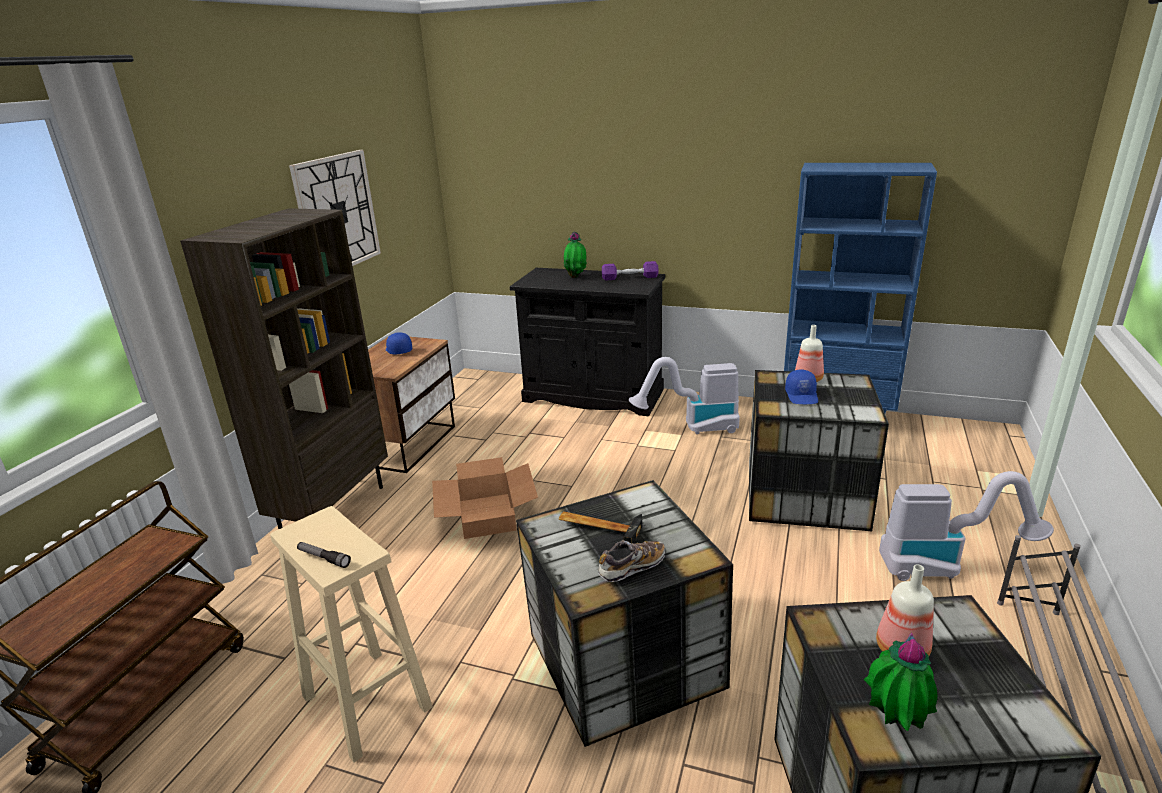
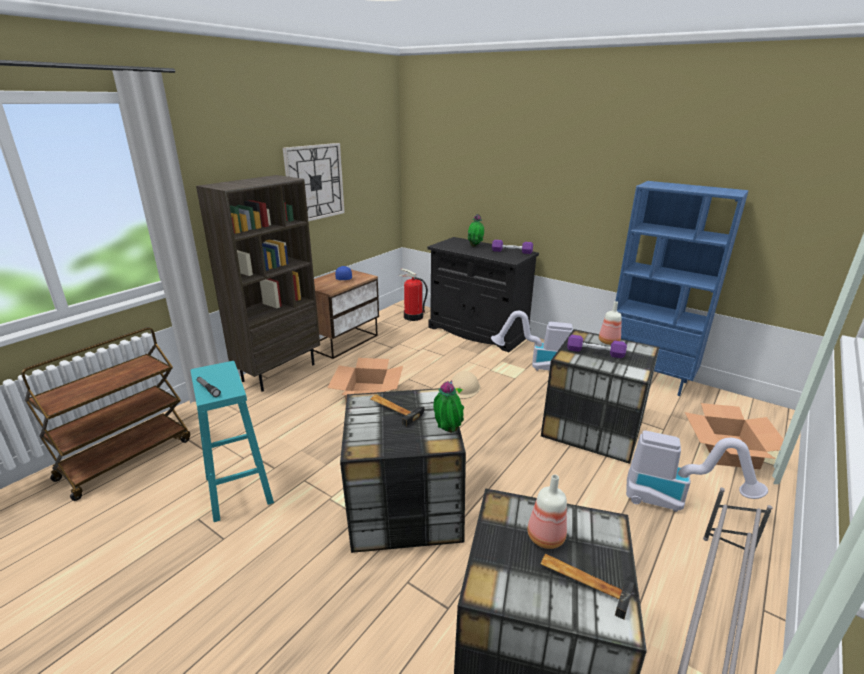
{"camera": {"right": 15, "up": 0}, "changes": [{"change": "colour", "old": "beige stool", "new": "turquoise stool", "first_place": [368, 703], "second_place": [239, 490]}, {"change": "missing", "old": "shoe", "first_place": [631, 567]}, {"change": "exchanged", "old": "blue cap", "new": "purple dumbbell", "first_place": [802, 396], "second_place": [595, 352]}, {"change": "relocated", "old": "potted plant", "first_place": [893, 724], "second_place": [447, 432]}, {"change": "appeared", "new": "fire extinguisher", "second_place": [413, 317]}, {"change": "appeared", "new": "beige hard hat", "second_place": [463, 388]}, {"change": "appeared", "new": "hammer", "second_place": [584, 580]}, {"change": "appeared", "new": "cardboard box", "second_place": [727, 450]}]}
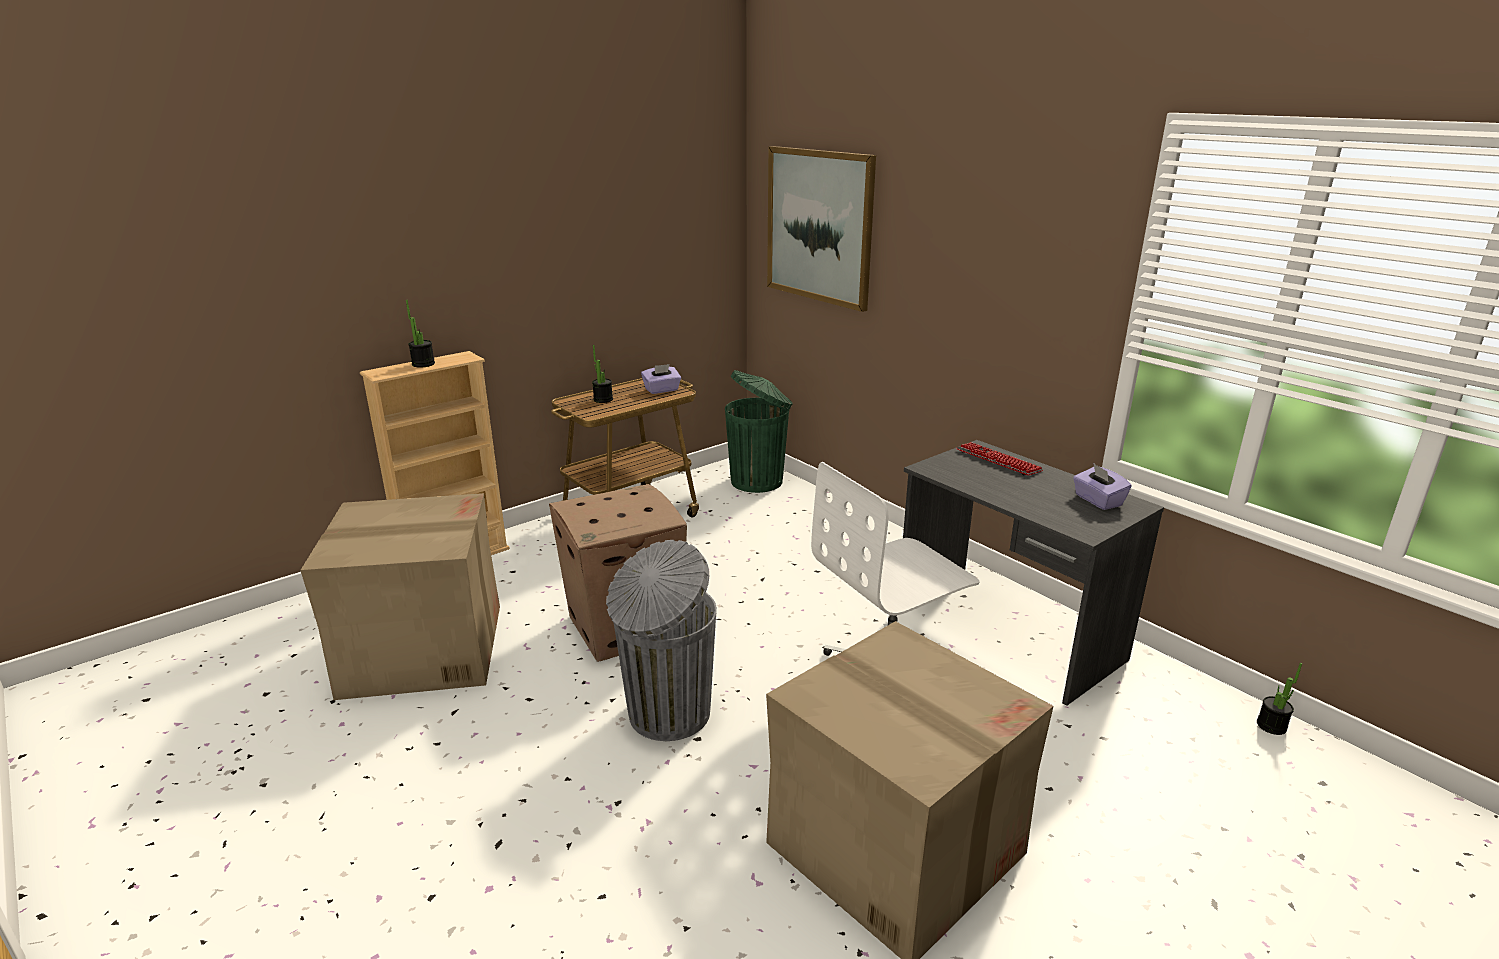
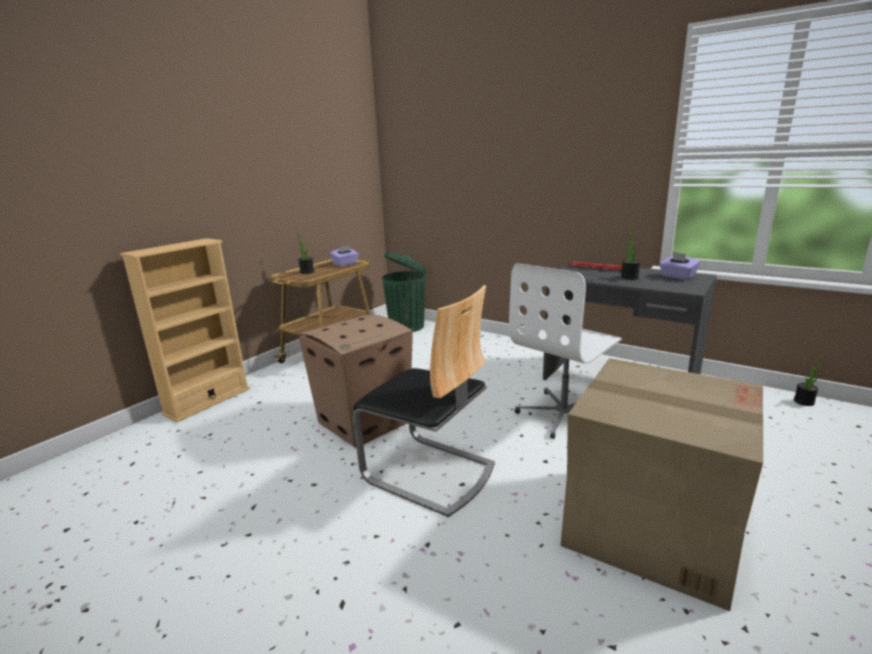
{"camera": {"right": -15, "up": -5}, "changes": [{"change": "missing", "old": "cardboard box", "first_place": [421, 649]}, {"change": "relocated", "old": "potted plant", "first_place": [423, 364], "second_place": [629, 277]}, {"change": "exchanged", "old": "grey trash can", "new": "chair", "first_place": [667, 714], "second_place": [429, 472]}, {"change": "missing", "old": "picture", "first_place": [819, 226]}]}
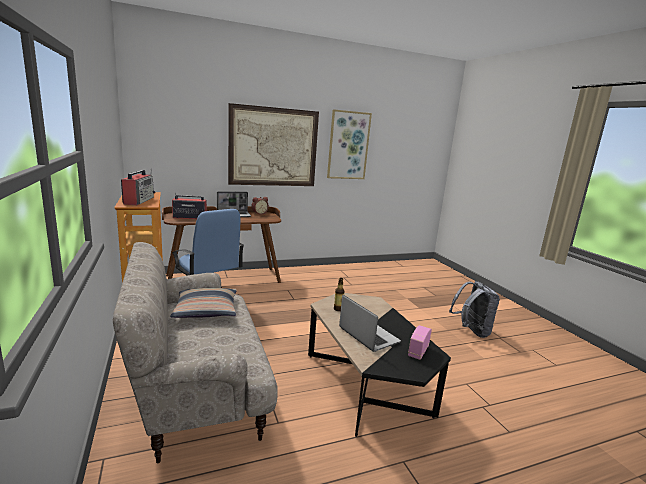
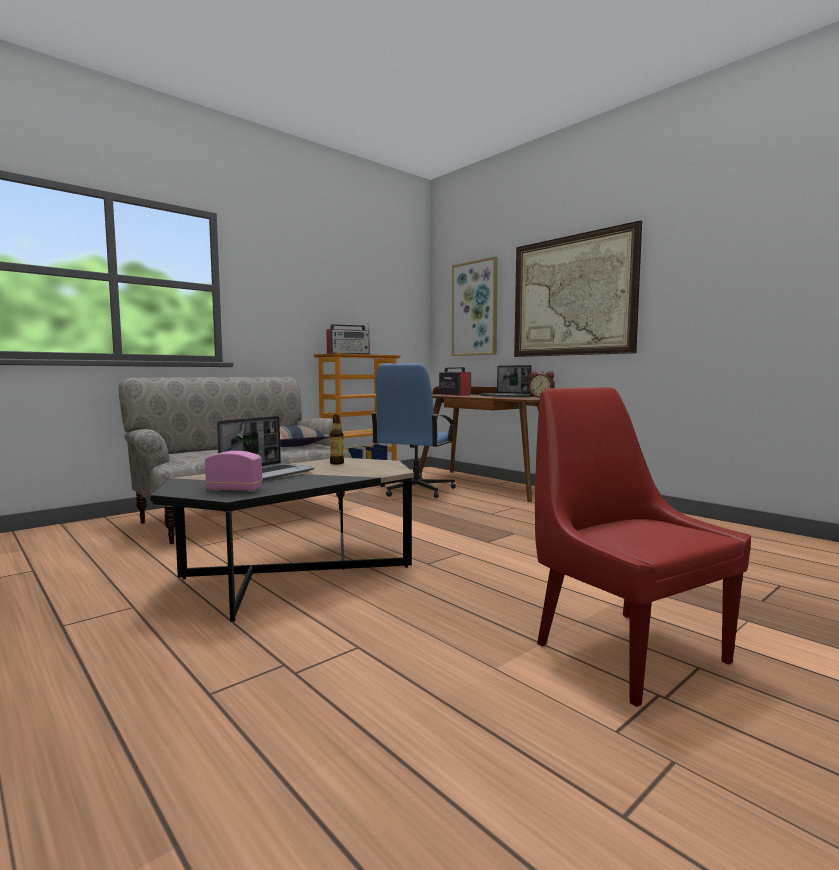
{"camera": {"right": 70, "up": -10}, "changes": [{"change": "relocated", "old": "picture", "first_place": [348, 145], "second_place": [475, 308]}, {"change": "exchanged", "old": "grey backpack", "new": "red chair", "first_place": [471, 331], "second_place": [624, 650]}]}
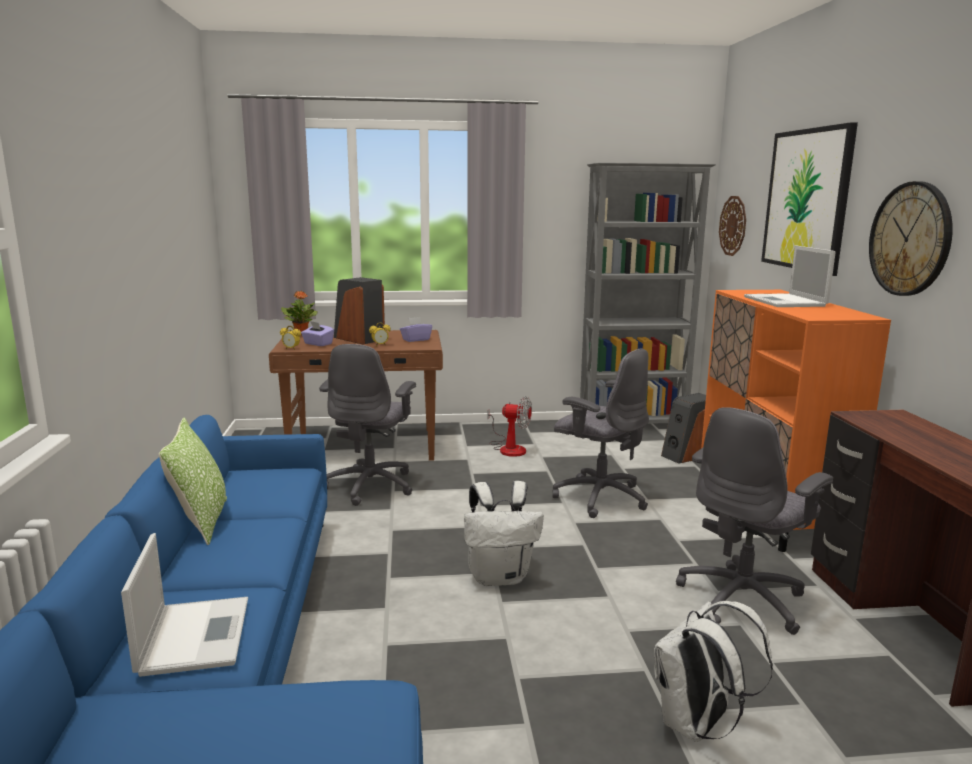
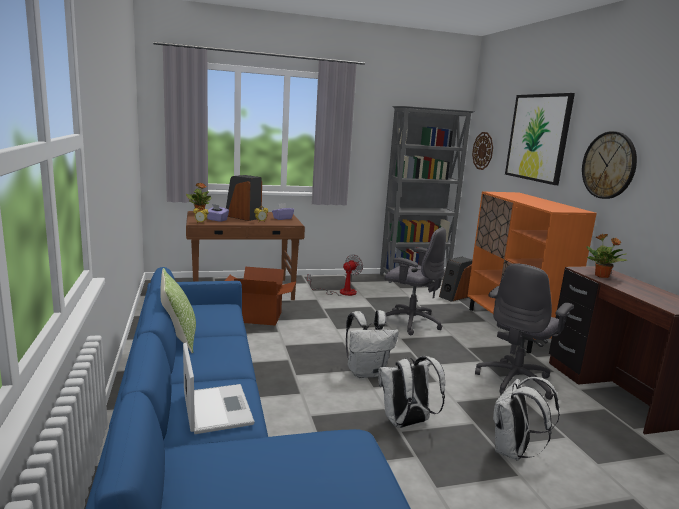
{"camera": {"right": -10, "up": 0}, "changes": [{"change": "exchanged", "old": "grey office chair", "new": "cardboard box", "first_place": [371, 486], "second_place": [259, 317]}, {"change": "spun", "old": "fan", "first_place": [509, 448], "second_place": [341, 292], "degrees": -60}, {"change": "missing", "old": "laptop", "first_place": [785, 302]}, {"change": "appeared", "new": "white backpack", "second_place": [406, 423]}, {"change": "appeared", "new": "potted plant", "second_place": [602, 276]}]}
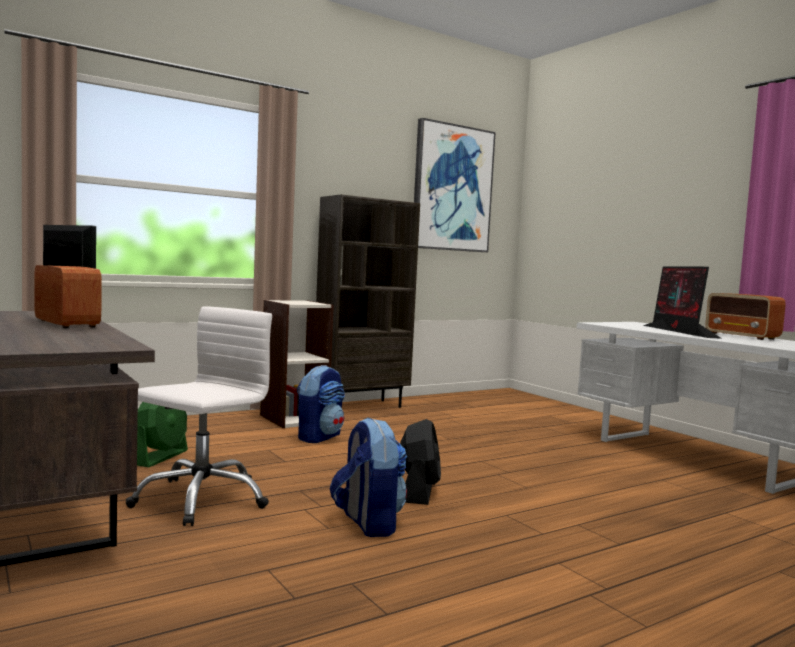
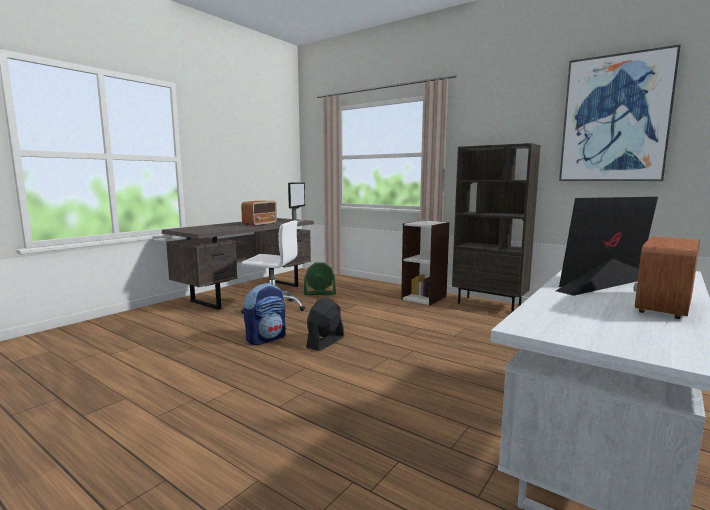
{"camera": {"right": 70, "up": 5}, "changes": [{"change": "missing", "old": "backpack", "first_place": [319, 437]}, {"change": "spun", "old": "black fan", "first_place": [419, 491], "second_place": [325, 342], "degrees": 135}]}
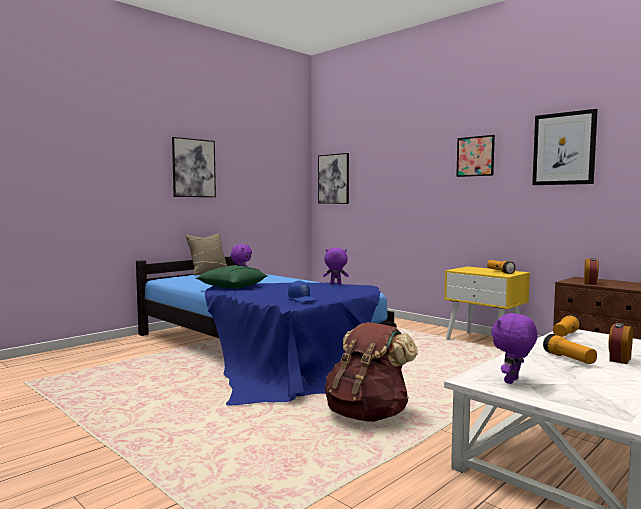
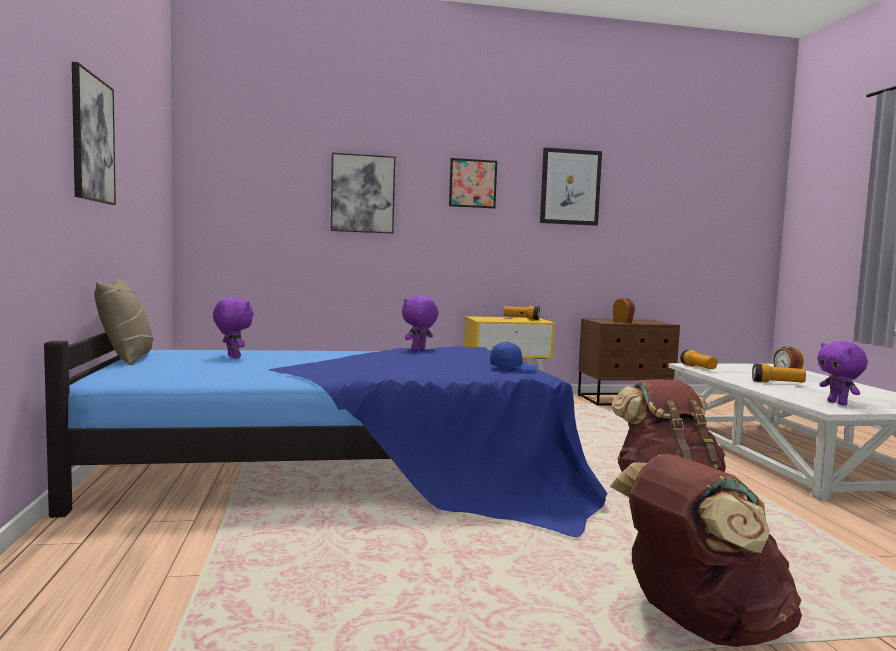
{"camera": {"right": -55, "up": 0}, "changes": [{"change": "missing", "old": "green pillow", "first_place": [232, 287]}, {"change": "relocated", "old": "picture", "first_place": [333, 179], "second_place": [362, 193]}, {"change": "appeared", "new": "brown backpack", "second_place": [699, 626]}]}
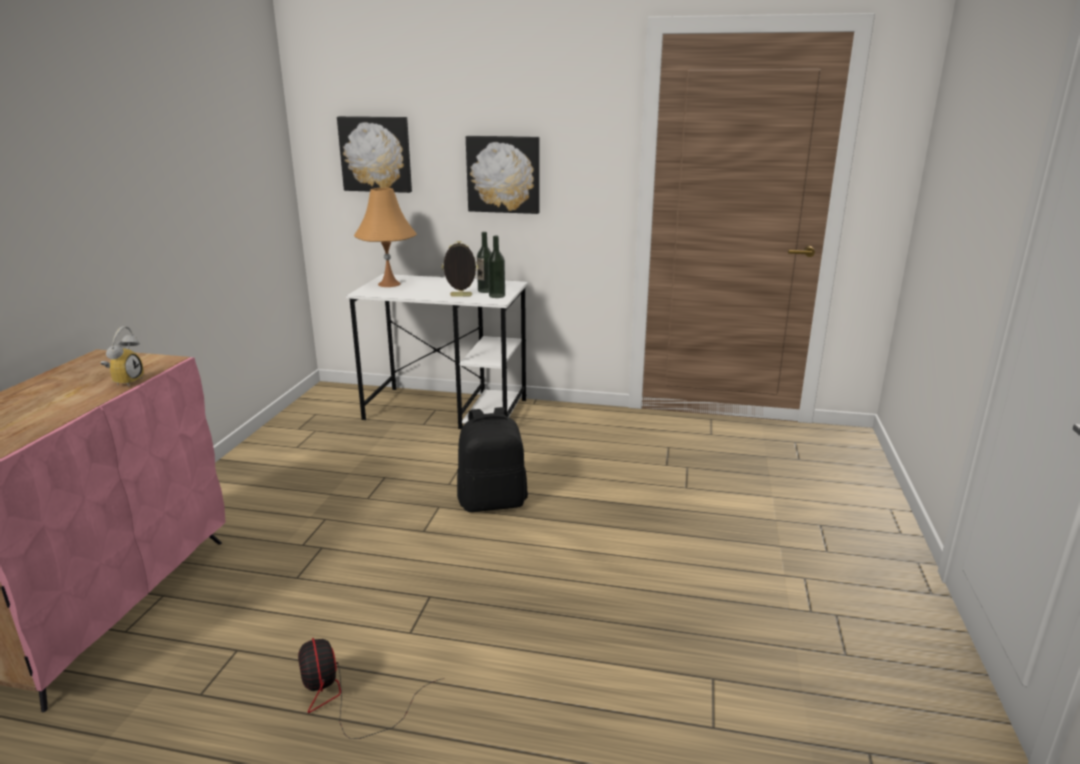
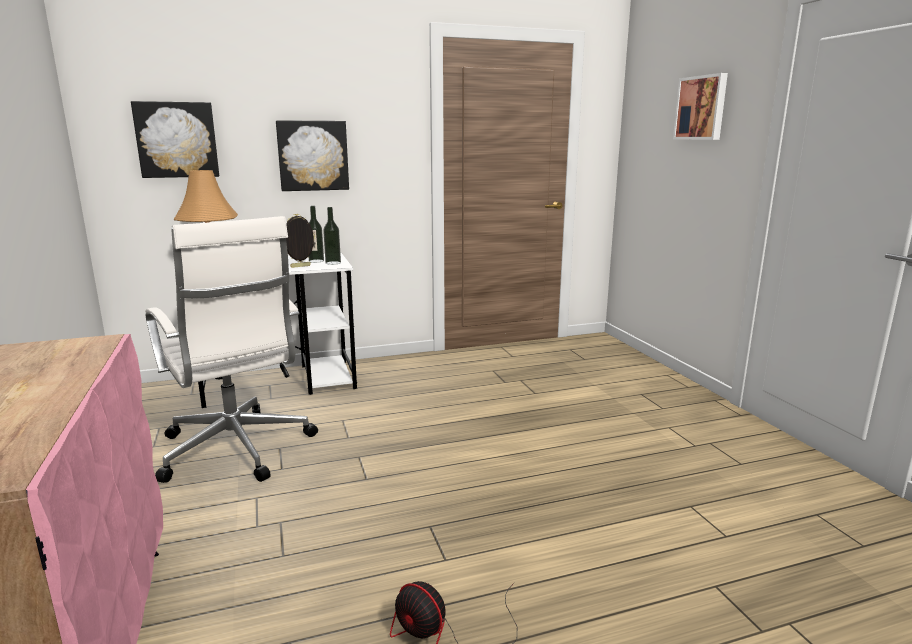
{"camera": {"right": -30, "up": -5}, "changes": [{"change": "missing", "old": "alarm clock", "first_place": [125, 381]}, {"change": "missing", "old": "black backpack", "first_place": [493, 502]}, {"change": "appeared", "new": "white office chair", "second_place": [236, 450]}, {"change": "appeared", "new": "picture", "second_place": [701, 108]}]}
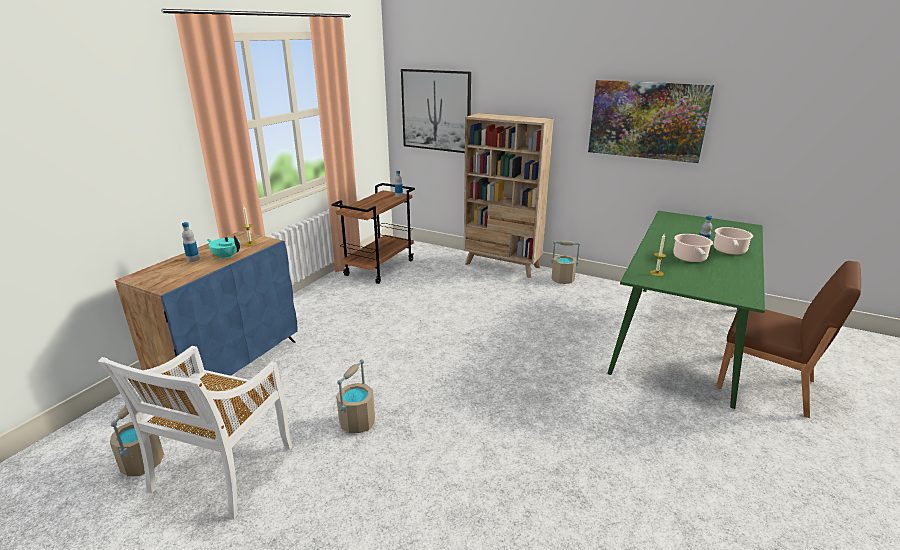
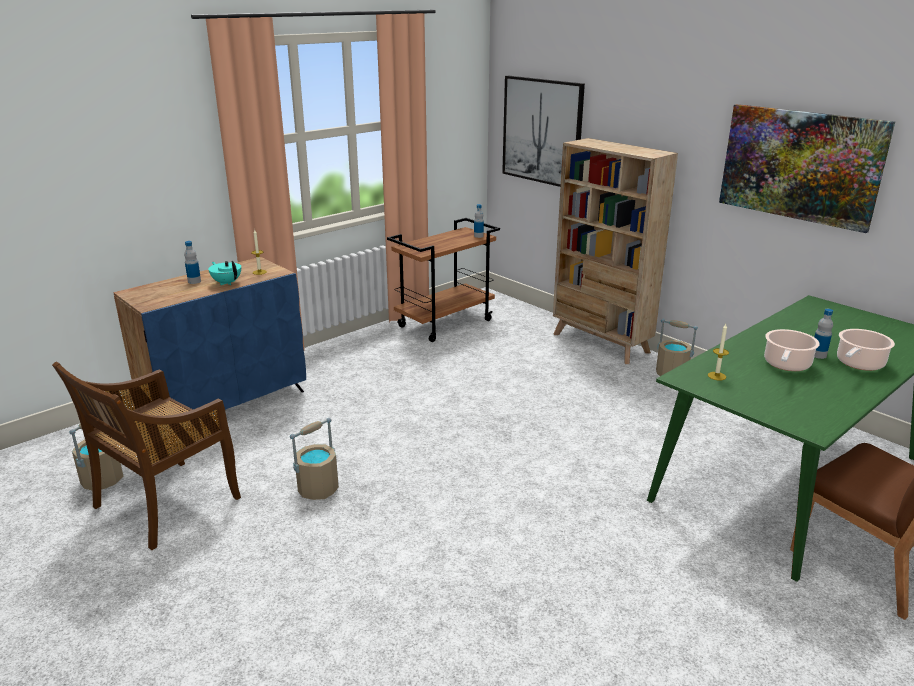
{"camera": {"right": 20, "up": 0}, "changes": [{"change": "colour", "old": "white chair", "new": "brown chair", "first_place": [222, 470], "second_place": [165, 504]}]}
